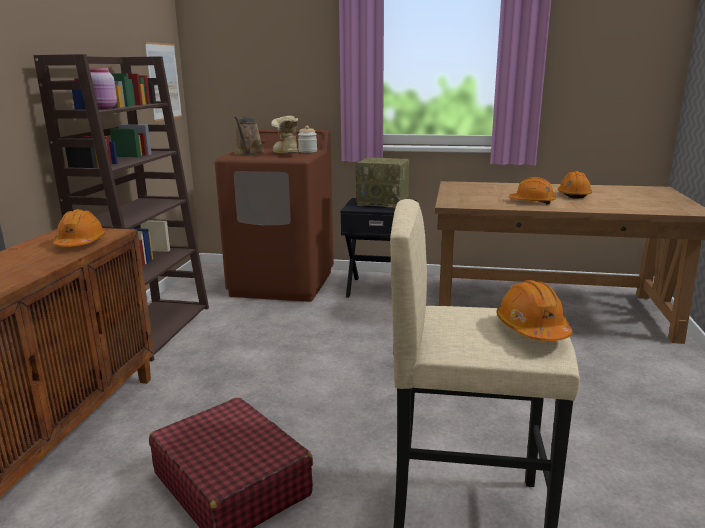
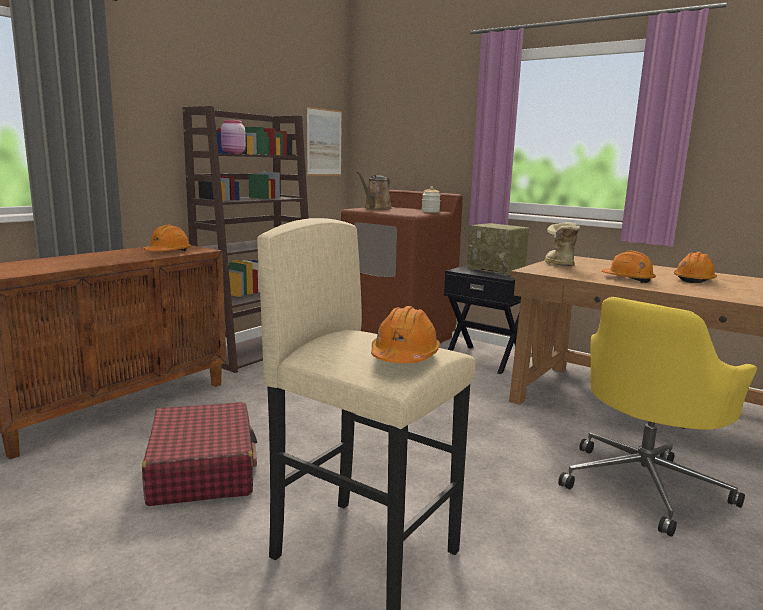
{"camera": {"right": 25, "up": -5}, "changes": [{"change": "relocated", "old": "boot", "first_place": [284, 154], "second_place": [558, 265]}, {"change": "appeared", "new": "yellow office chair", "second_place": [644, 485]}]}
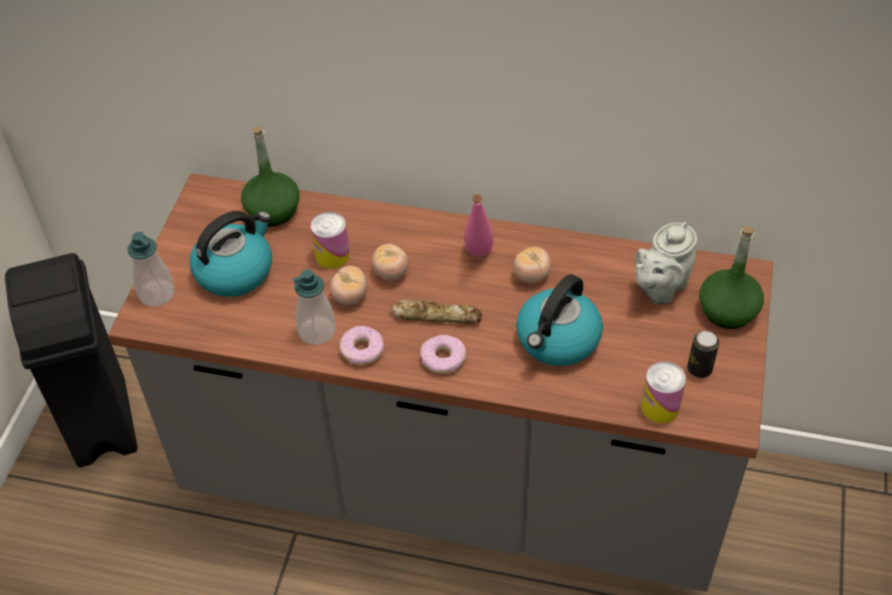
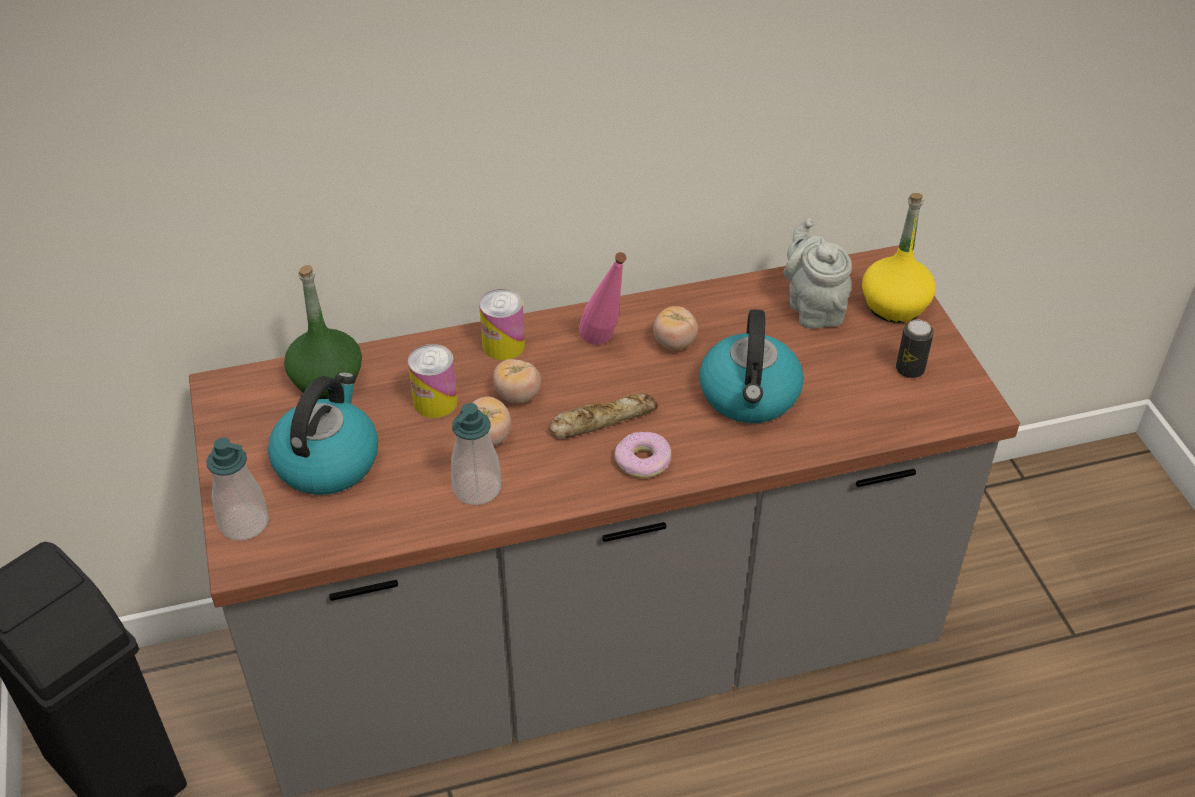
{"camera": {"right": -30, "up": -5}, "changes": [{"change": "missing", "old": "donut", "first_place": [362, 350]}, {"change": "spun", "old": "grey teapot", "first_place": [660, 288], "second_place": [813, 307], "degrees": 150}, {"change": "relocated", "old": "can", "first_place": [660, 407], "second_place": [503, 345]}, {"change": "colour", "old": "green bottle", "new": "yellow bottle", "first_place": [727, 311], "second_place": [894, 305]}]}
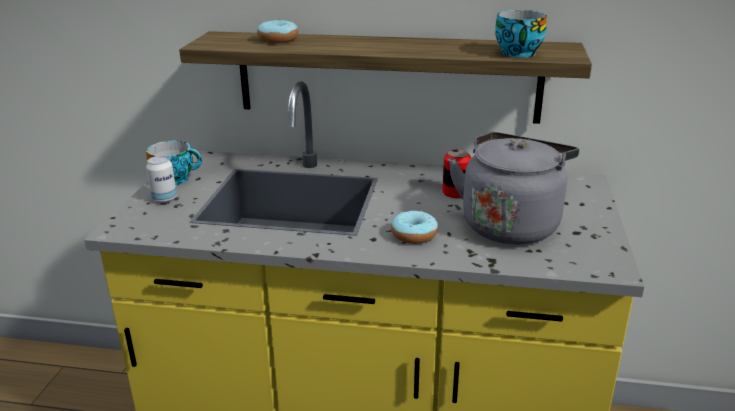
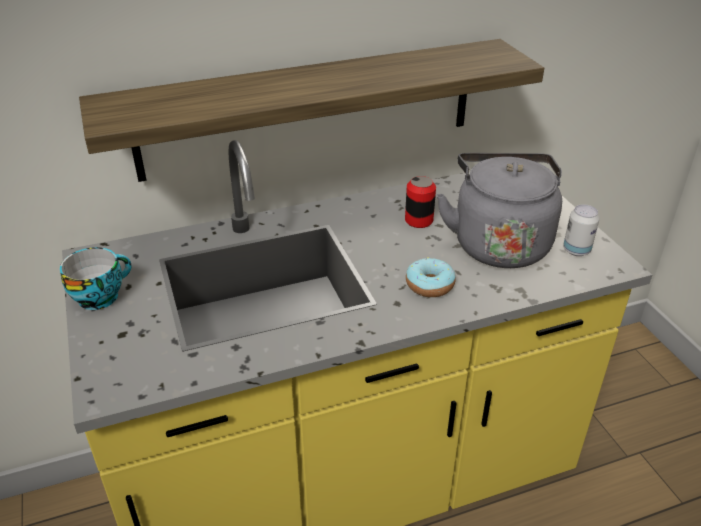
{"camera": {"right": -30, "up": 10}, "changes": [{"change": "relocated", "old": "can", "first_place": [164, 199], "second_place": [576, 250]}, {"change": "missing", "old": "donut", "first_place": [278, 40]}, {"change": "missing", "old": "cup", "first_place": [515, 53]}]}
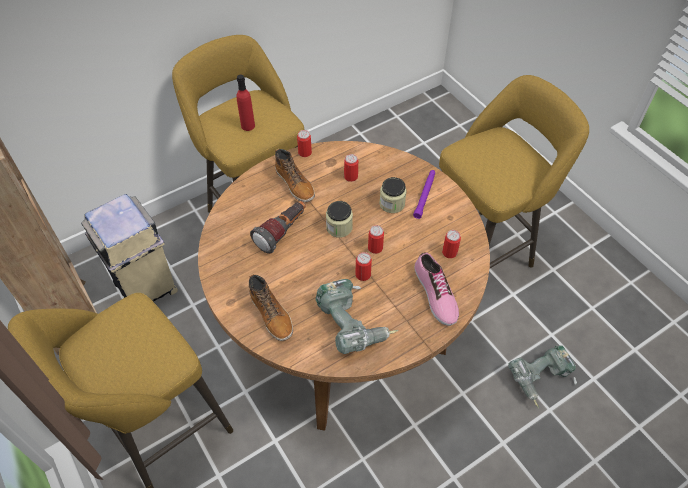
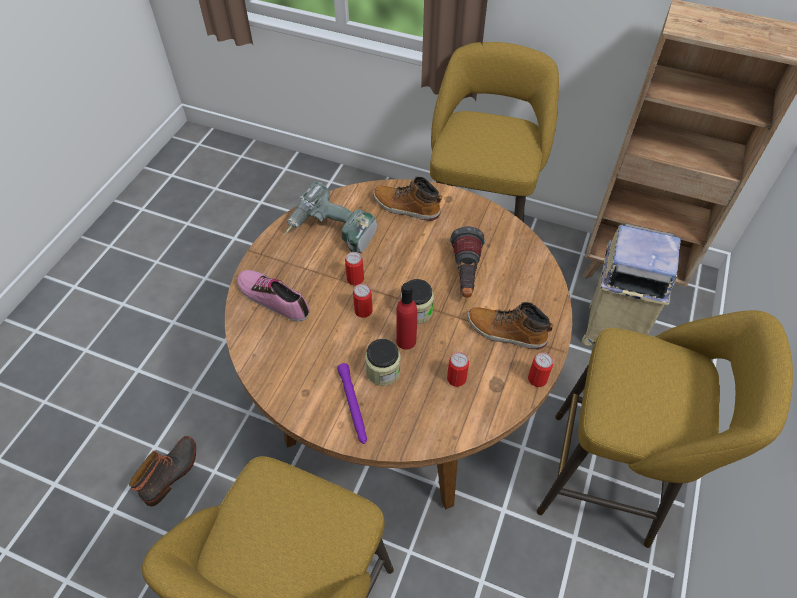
{"camera": {"right": 145, "up": 0}, "changes": [{"change": "relocated", "old": "red bottle", "first_place": [248, 126], "second_place": [406, 341]}, {"change": "missing", "old": "can", "first_place": [449, 252]}, {"change": "exchanged", "old": "power drill", "new": "boot", "first_place": [541, 380], "second_place": [172, 473]}]}
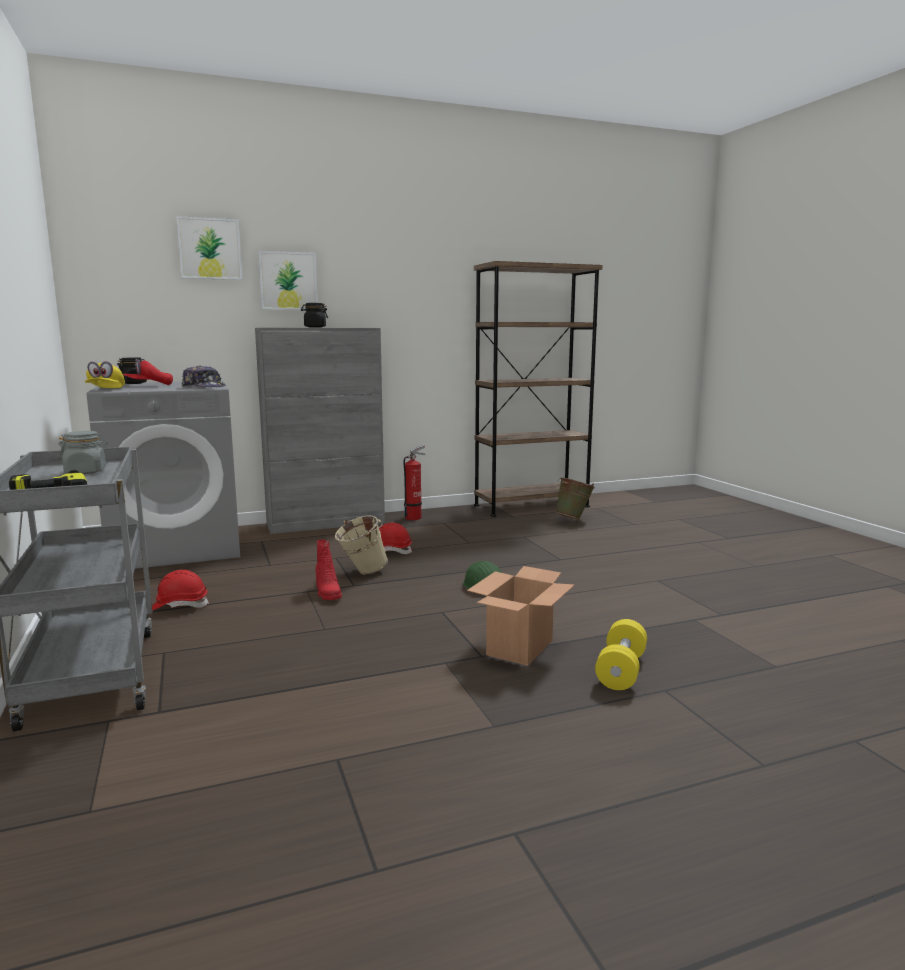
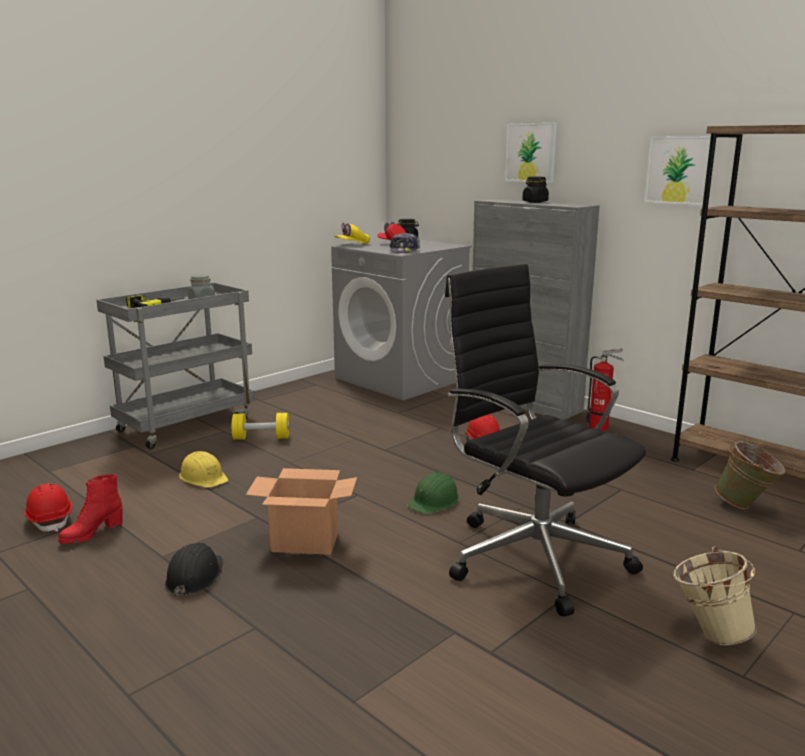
{"camera": {"right": 65, "up": 5}, "changes": [{"change": "relocated", "old": "red hard hat", "first_place": [179, 606], "second_place": [50, 519]}, {"change": "relocated", "old": "picture", "first_place": [210, 249], "second_place": [679, 170]}, {"change": "relocated", "old": "red boot", "first_place": [327, 593], "second_place": [91, 533]}, {"change": "relocated", "old": "beige bucket", "first_place": [361, 573], "second_place": [708, 633]}, {"change": "relocated", "old": "yellow dumbbell", "first_place": [621, 671], "second_place": [261, 438]}, {"change": "appeared", "new": "black hard hat", "second_place": [194, 576]}, {"change": "appeared", "new": "yellow hard hat", "second_place": [203, 477]}, {"change": "appeared", "new": "black office chair", "second_place": [533, 556]}]}
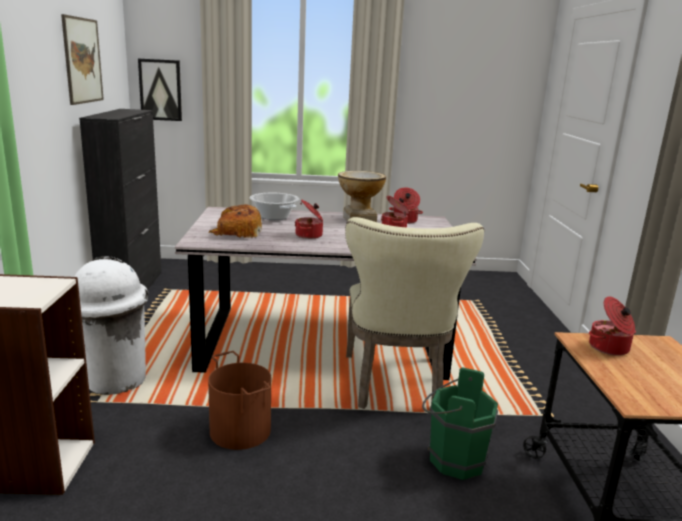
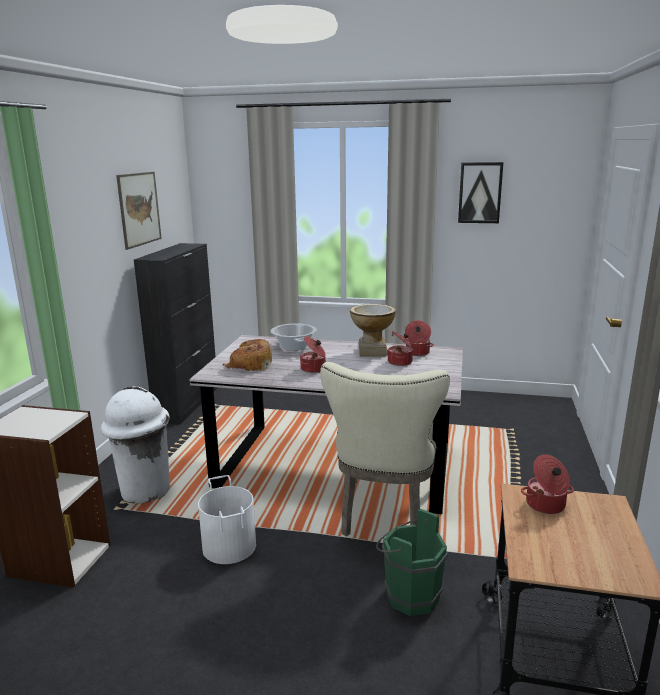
{"camera": {"right": 15, "up": 0}, "changes": [{"change": "relocated", "old": "picture", "first_place": [160, 90], "second_place": [480, 192]}, {"change": "colour", "old": "brown bucket", "new": "white bucket", "first_place": [241, 430], "second_place": [230, 546]}]}
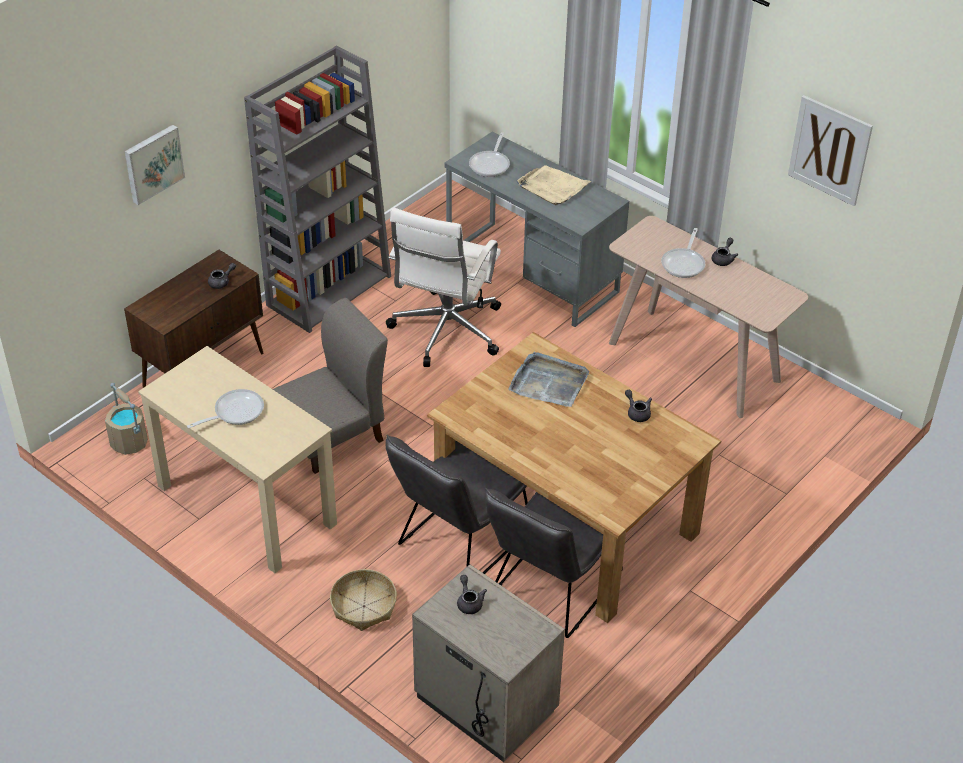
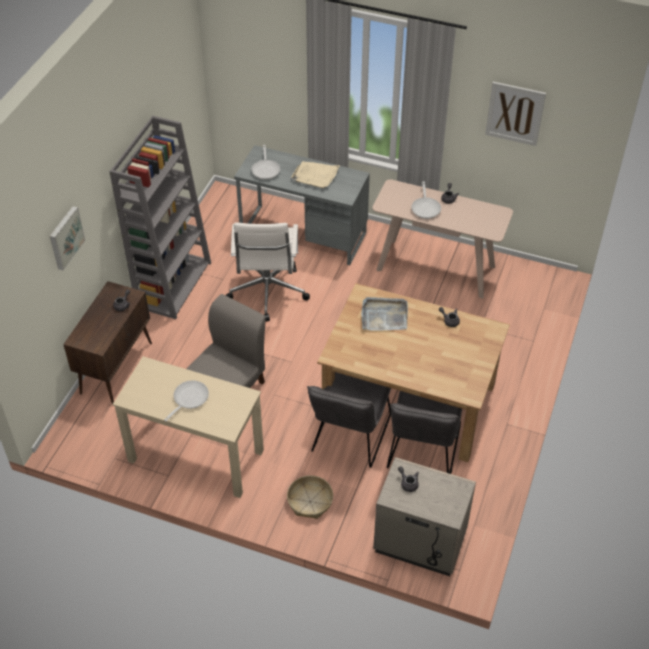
{"camera": {"right": -20, "up": 5}, "changes": [{"change": "missing", "old": "beige bucket", "first_place": [129, 442]}]}
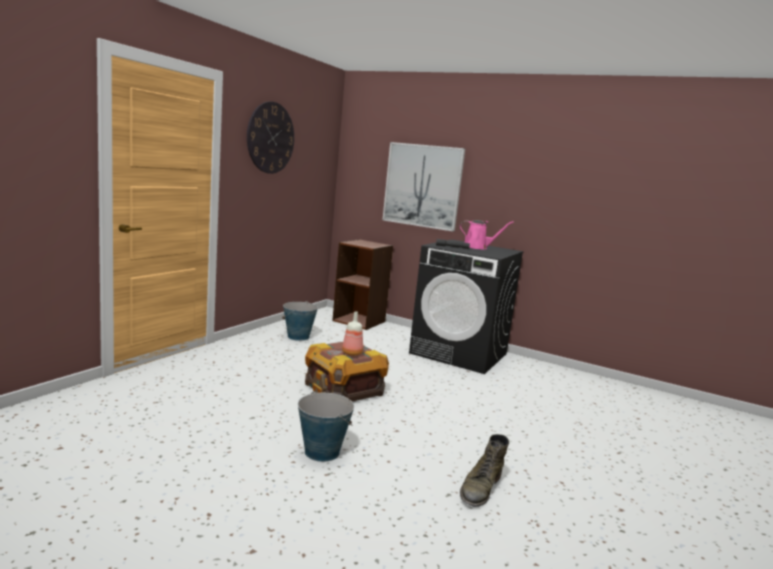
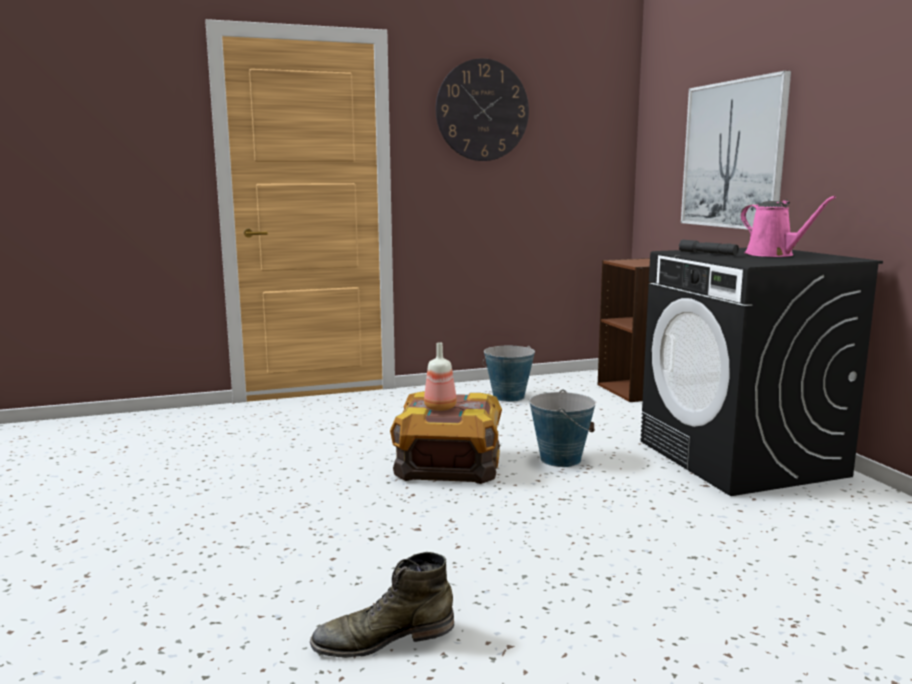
{"camera": {"right": 45, "up": 0}, "changes": [{"change": "relocated", "old": "bucket", "first_place": [322, 452], "second_place": [560, 459]}]}
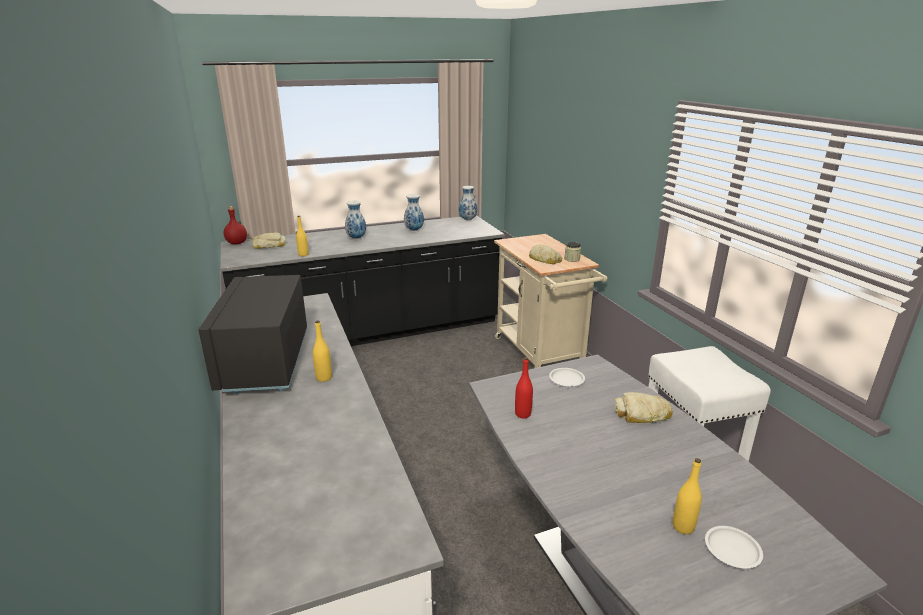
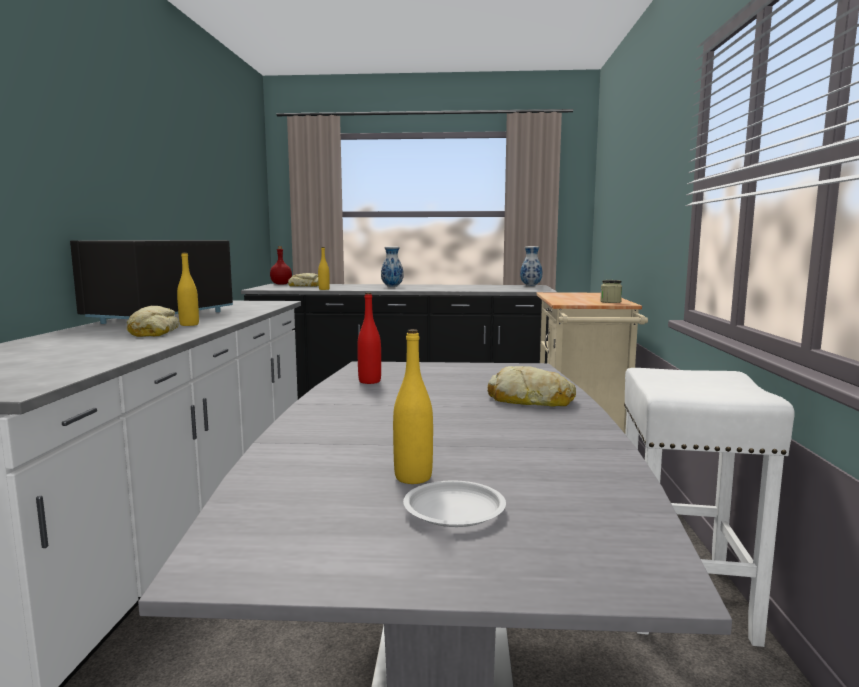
{"camera": {"right": 25, "up": -15}, "changes": [{"change": "missing", "old": "vase", "first_place": [414, 230]}, {"change": "relocated", "old": "bread", "first_place": [544, 259], "second_place": [152, 332]}, {"change": "missing", "old": "white plate", "first_place": [566, 379]}]}
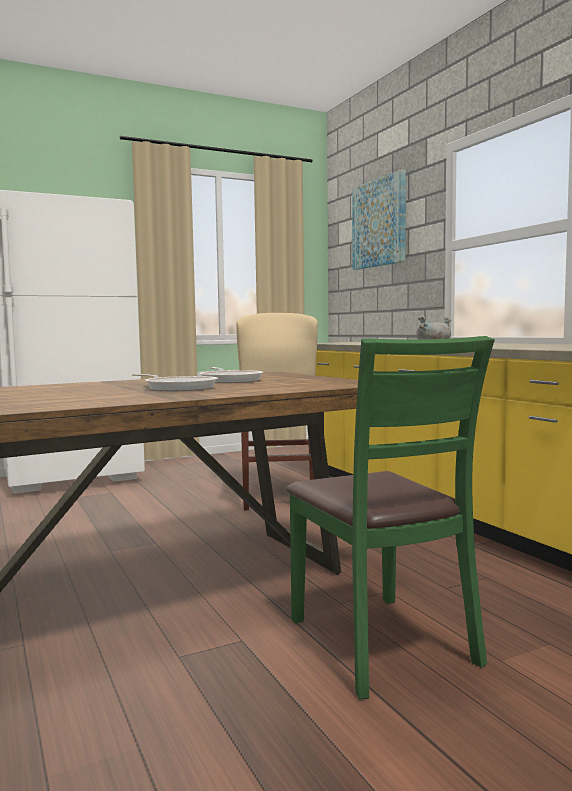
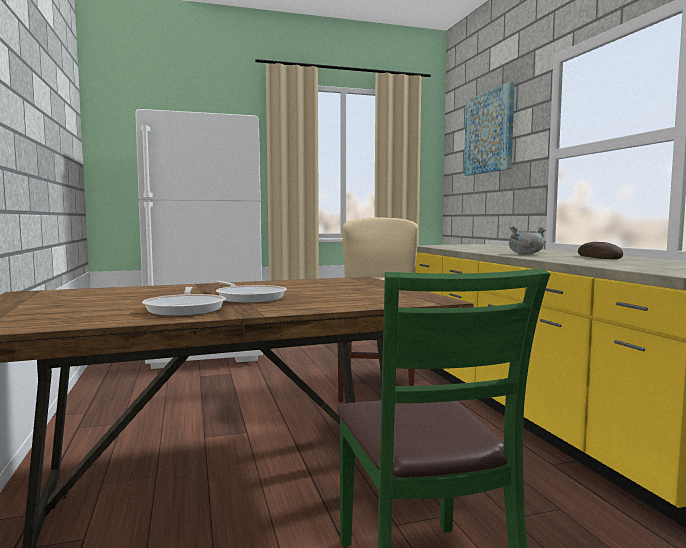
{"camera": {"right": 10, "up": 0}, "changes": [{"change": "relocated", "old": "frying pan", "first_place": [230, 380], "second_place": [186, 309]}, {"change": "appeared", "new": "bread", "second_place": [599, 257]}]}
